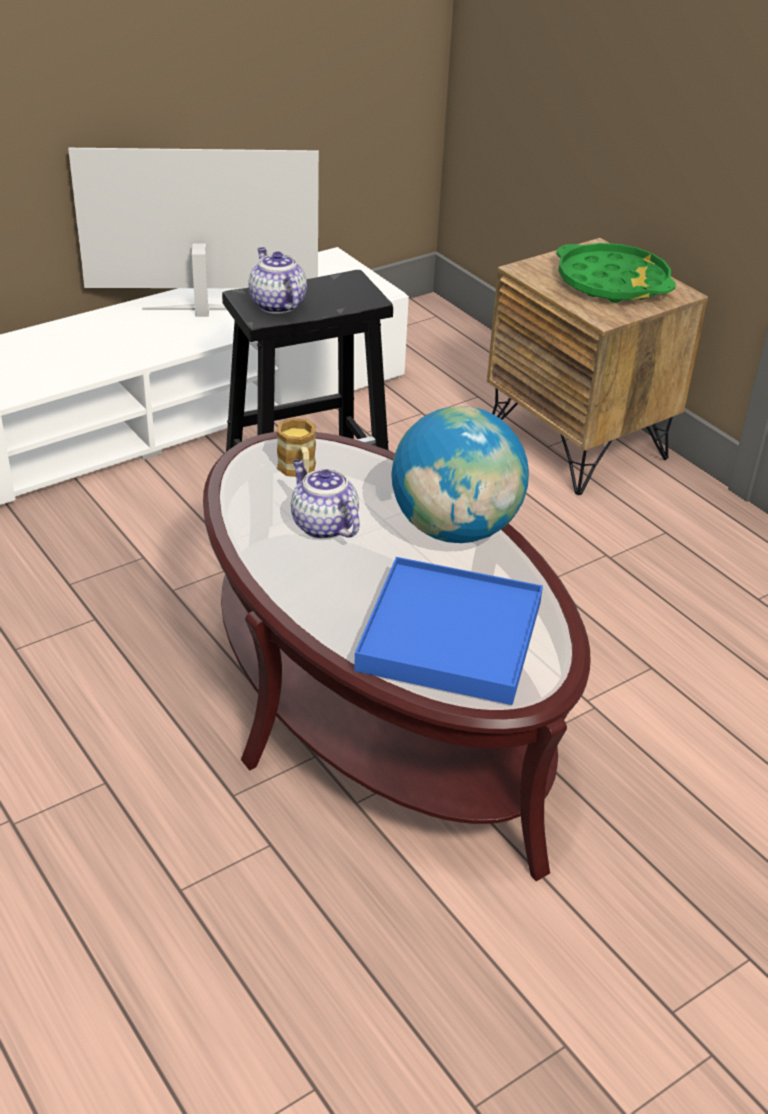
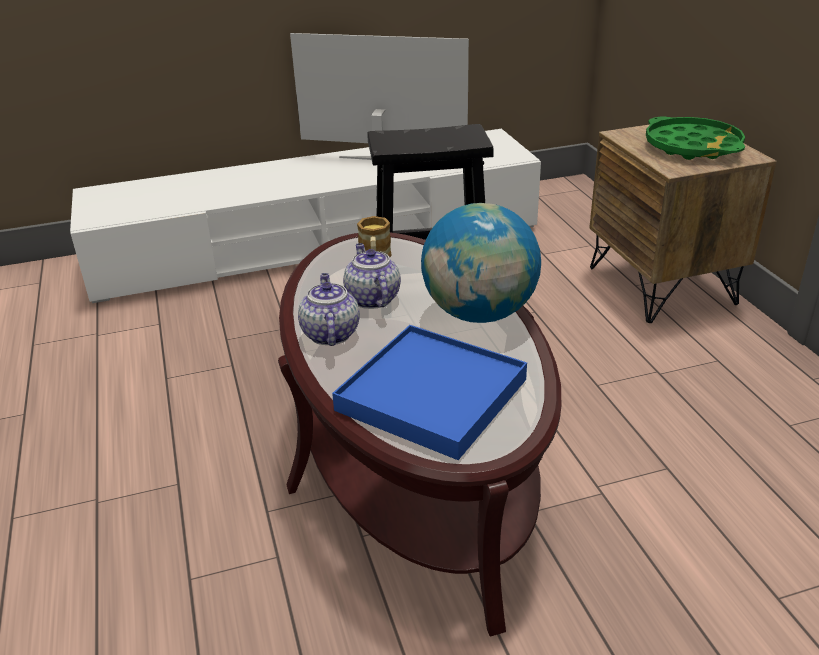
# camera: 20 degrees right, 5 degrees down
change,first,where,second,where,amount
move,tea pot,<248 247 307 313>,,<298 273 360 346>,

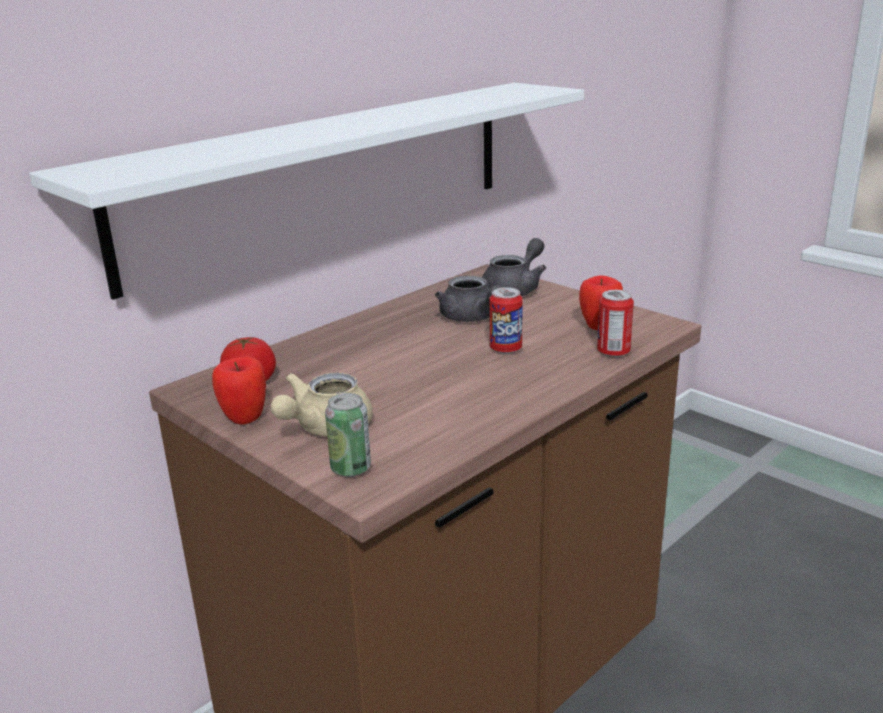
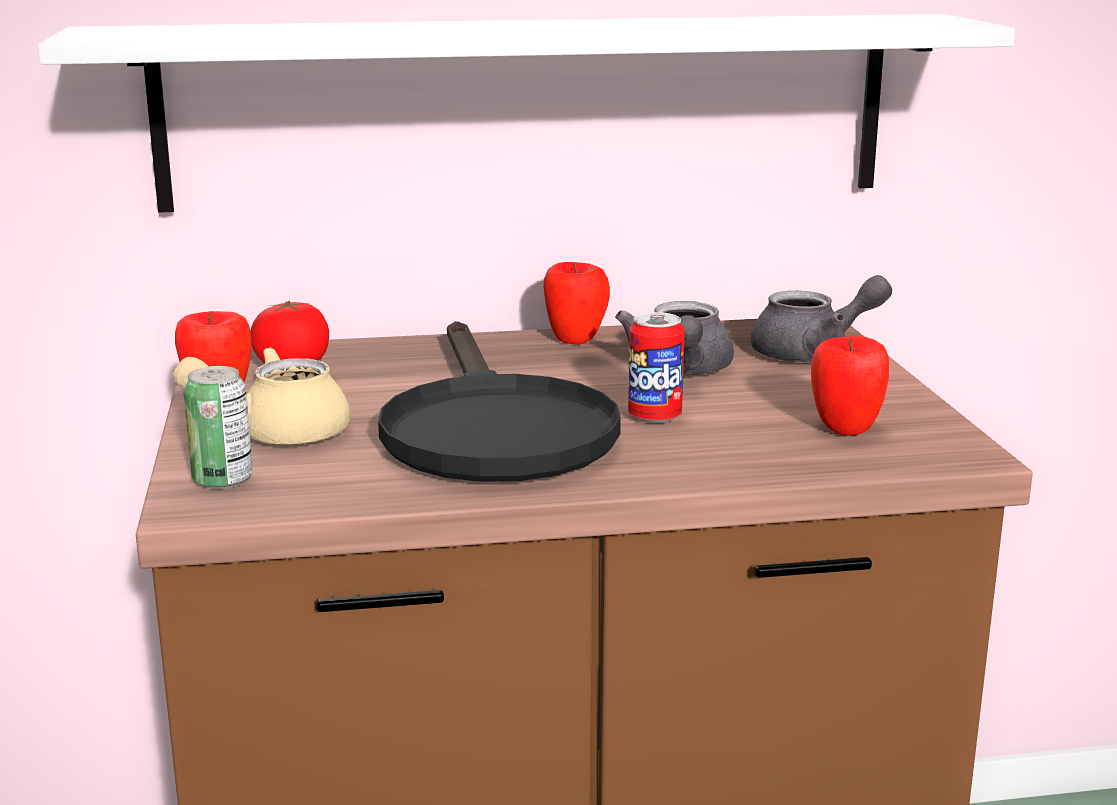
# camera: 35 degrees right, 5 degrees down
change,first,where,second,where,amount
delete,can,<597 290 634 357>,,,
insert,,,black-coloured skillet,<378 321 621 482>,
insert,,,apple,<543 262 610 344>,

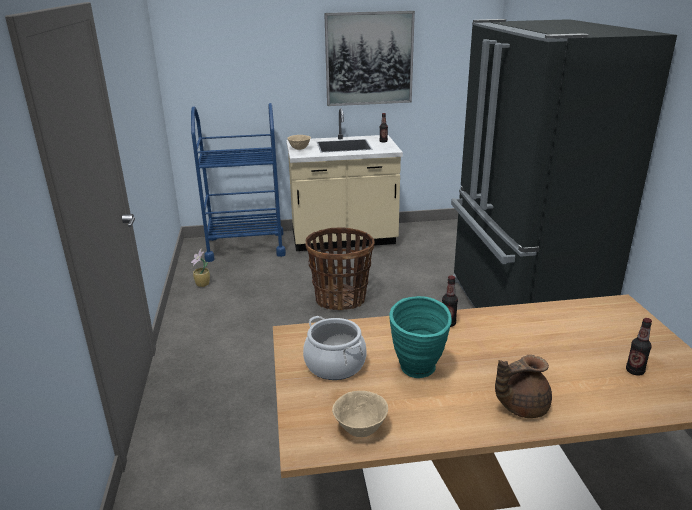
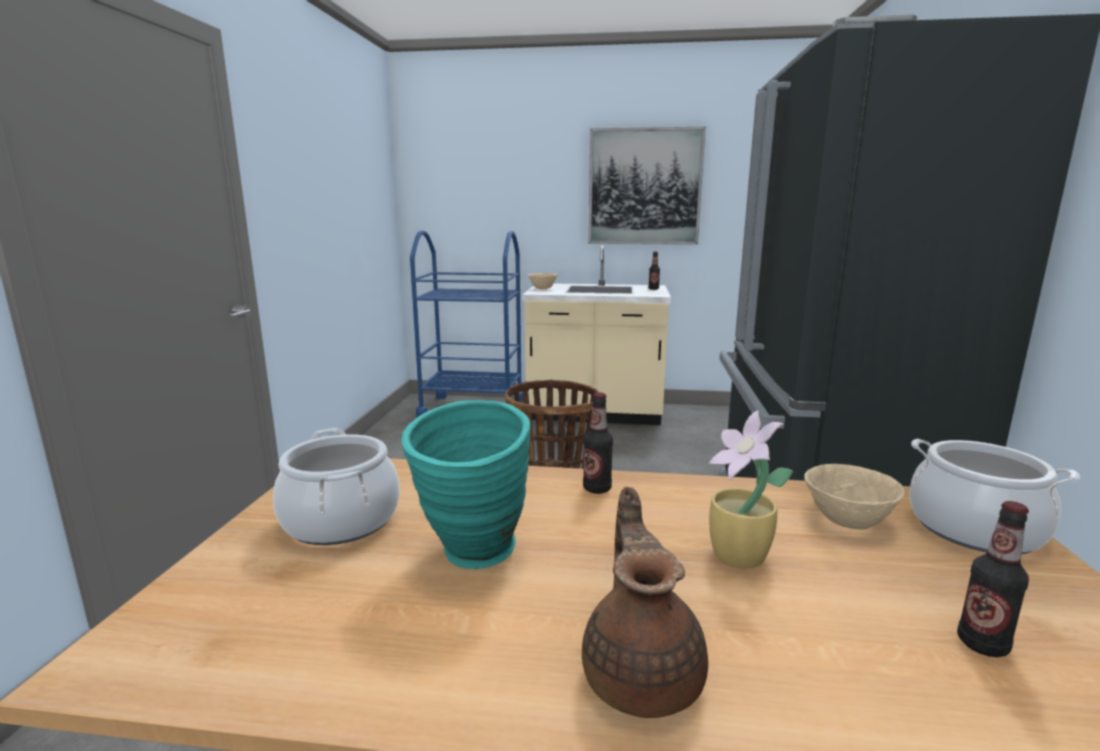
# camera: 15 degrees right, 10 degrees down
change,first,where,second,where,amount
insert,,,cooking pot,<909 439 1080 554>,
move,houseplant,<191 249 210 287>,,<709 410 793 568>,
move,beige bowl,<332 391 388 437>,,<804 464 905 530>,
rotate,brownish tea pot,<495 355 552 418>,,<582 487 708 718>,90 degrees clockwise

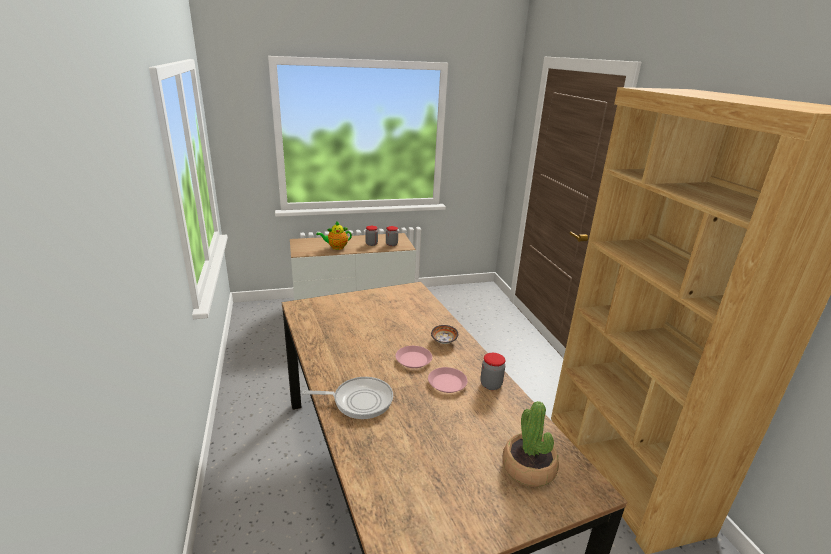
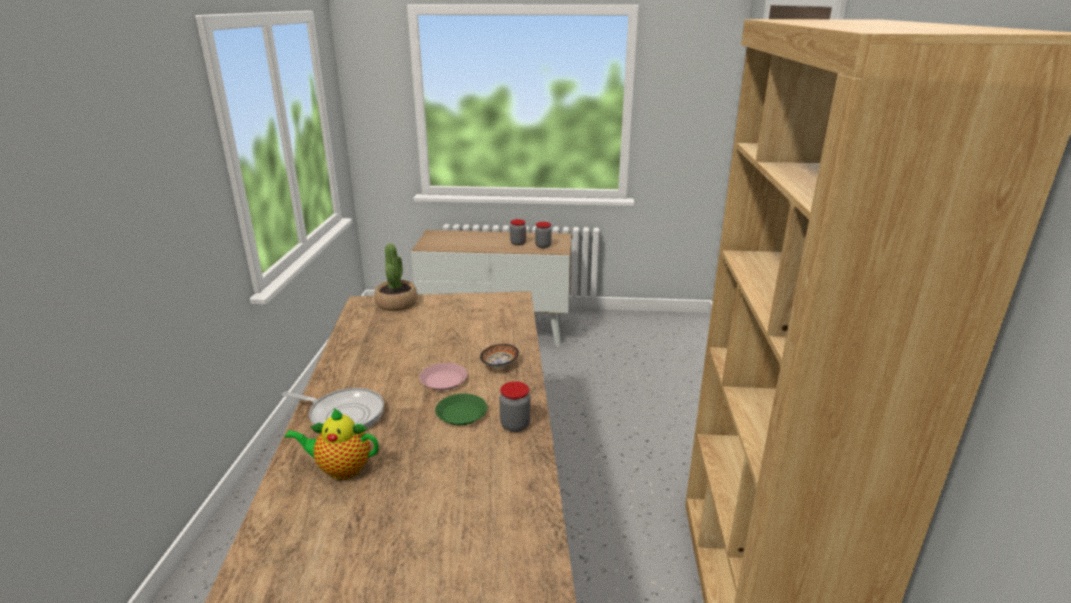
# camera: 20 degrees right, 0 degrees up
change,first,where,second,where,amount
move,tea pot,<316 221 352 250>,,<284 408 378 480>,
move,houseplant,<502 401 559 487>,,<374 243 418 311>,
recolor,pink flat dish,<428 367 467 393>,green-coloured flat dish,<435 394 487 425>,

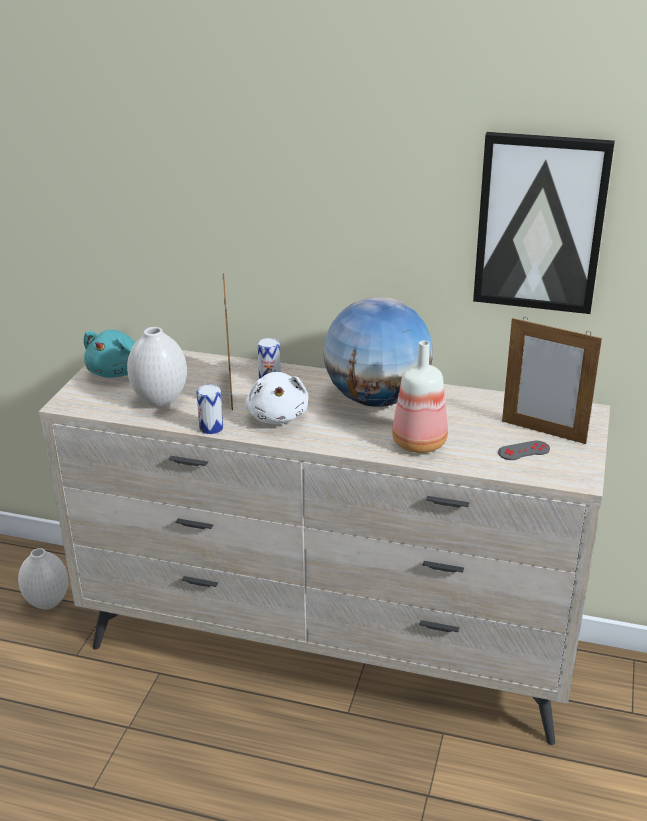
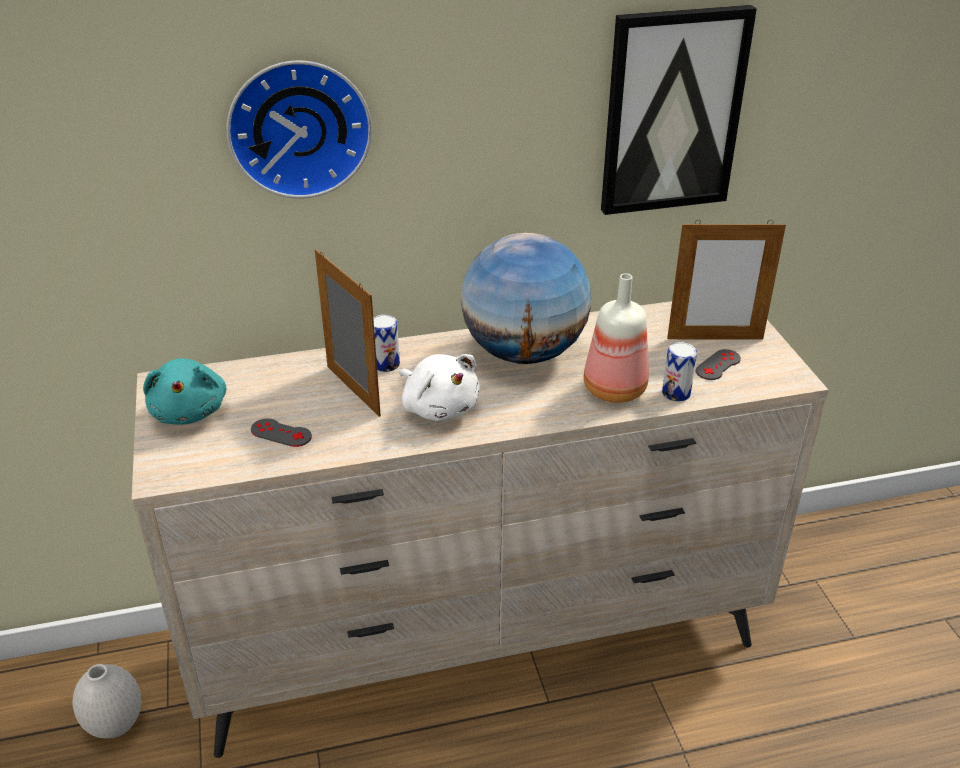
# camera: 30 degrees left, 5 degrees up
change,first,where,second,where,amount
insert,,,clock on the wall,<226 60 372 199>,
move,can,<196 384 223 434>,,<662 342 697 402>,
replace,white-coloured flower vase,<127 327 187 407>,greyish gamepad,<251 418 312 447>,

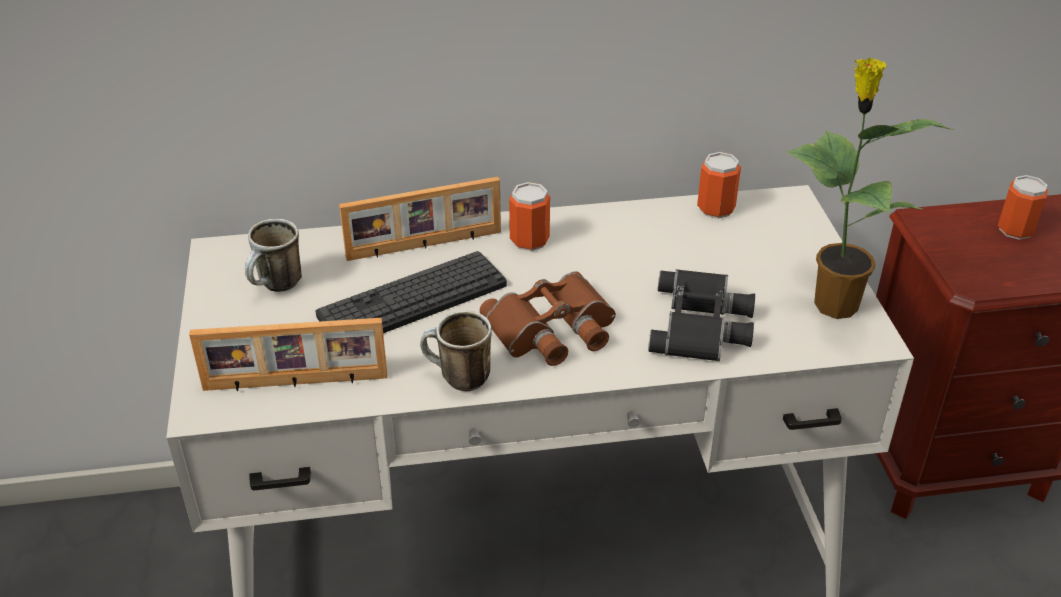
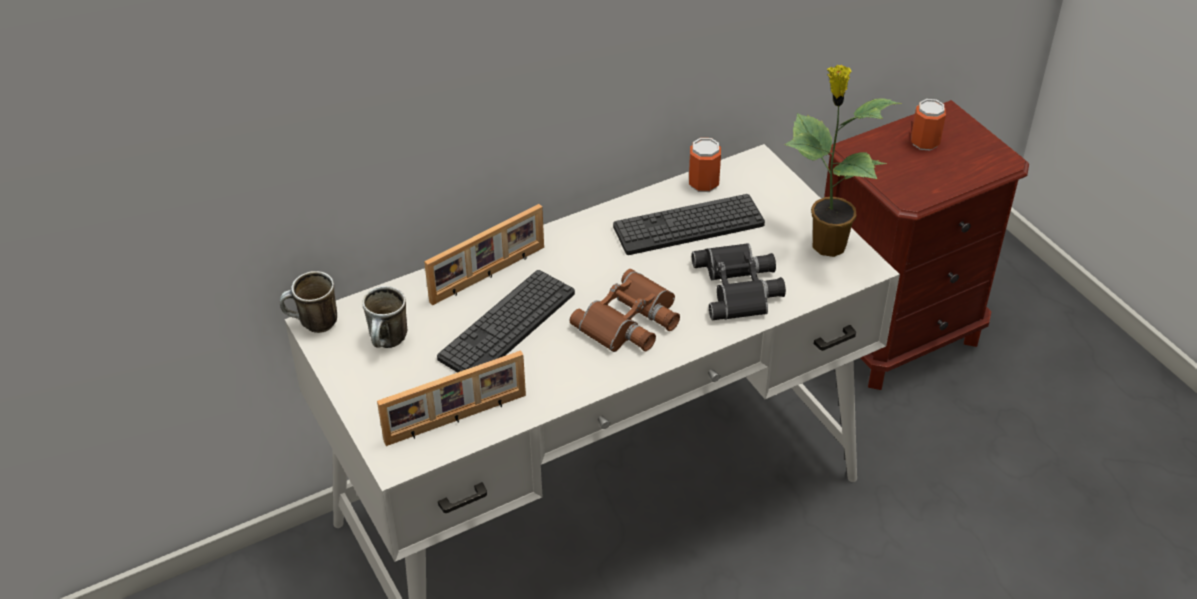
# camera: 20 degrees left, 5 degrees up
change,first,where,second,where,amount
delete,can,<509 182 550 251>,,,
insert,,,keyboard,<613 194 765 255>,
move,mug,<420 311 492 391>,,<280 271 337 333>,

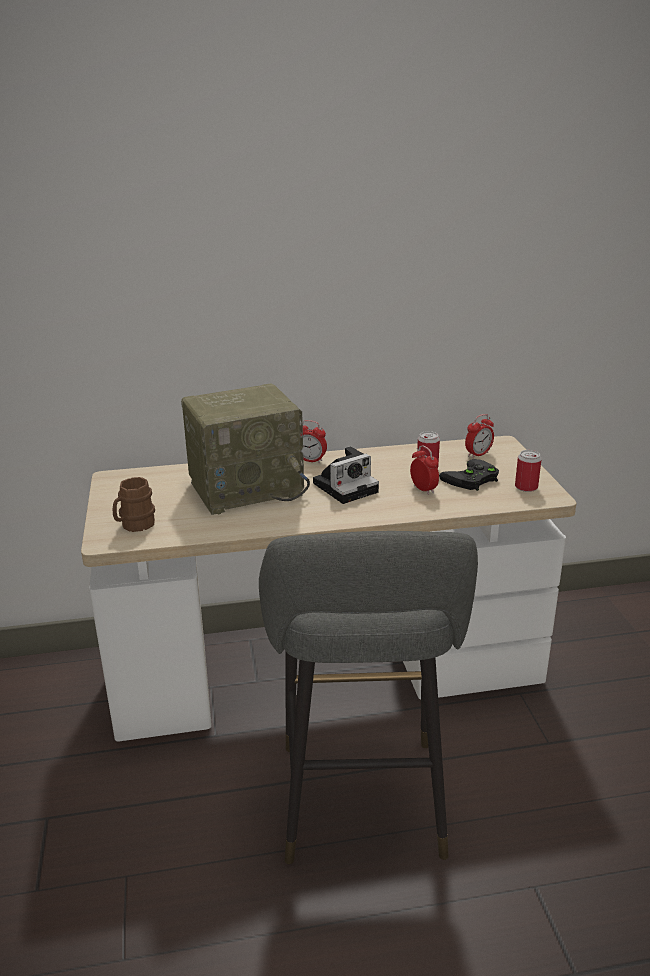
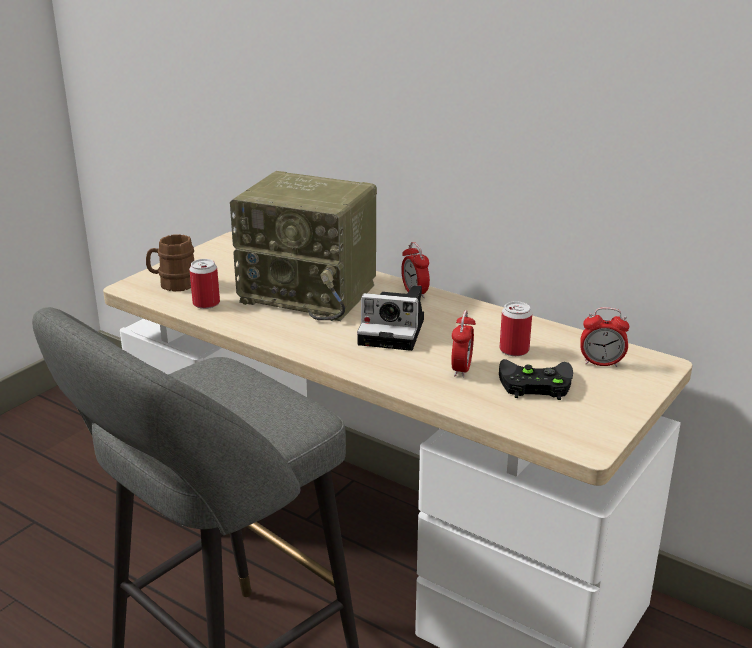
# camera: 45 degrees right, 0 degrees up
change,first,where,second,where,amount
move,can,<515 450 542 492>,,<189 259 220 309>,

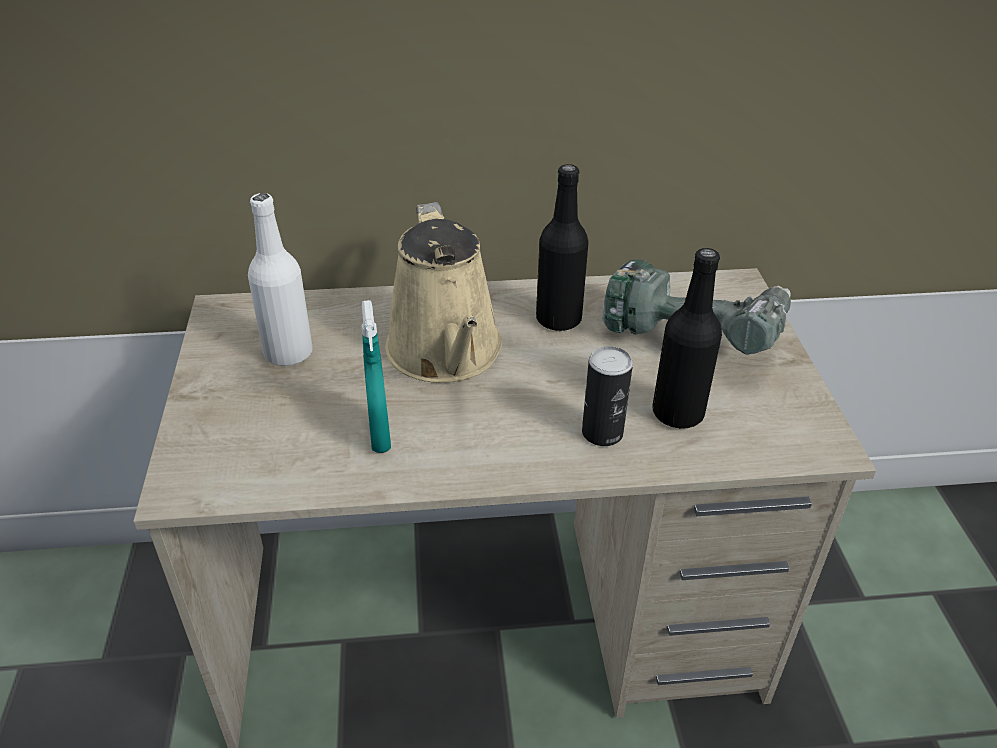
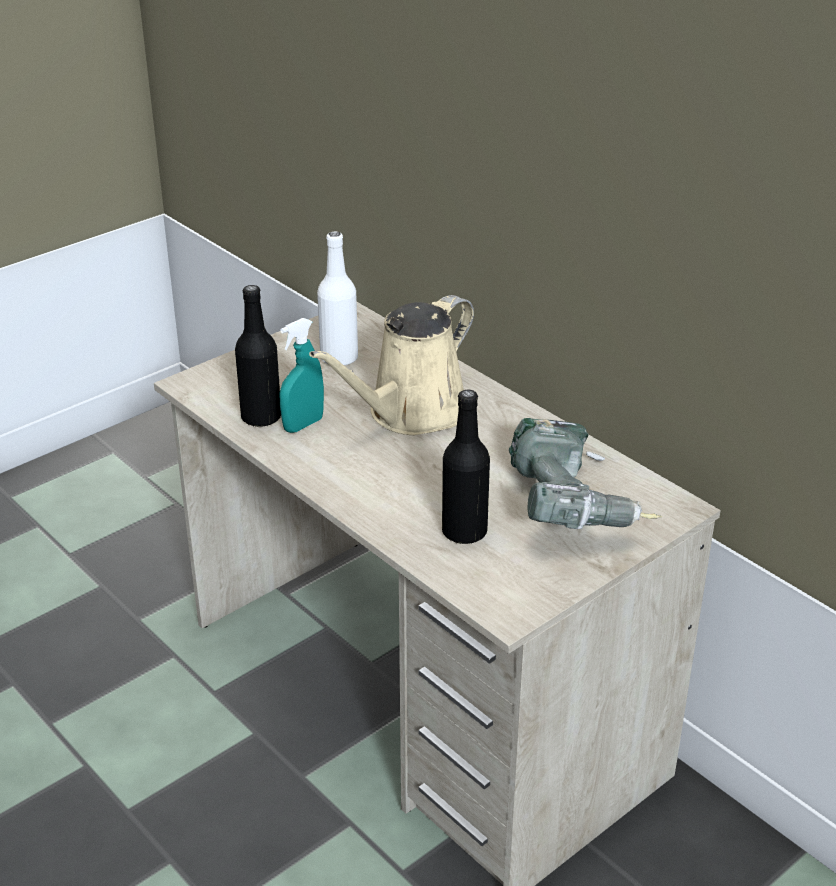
# camera: 55 degrees right, 5 degrees down
change,first,where,second,where,amount
delete,can,<582 346 633 446>,,,
move,black-coloured bottle,<536 164 588 331>,,<235 285 281 427>,

